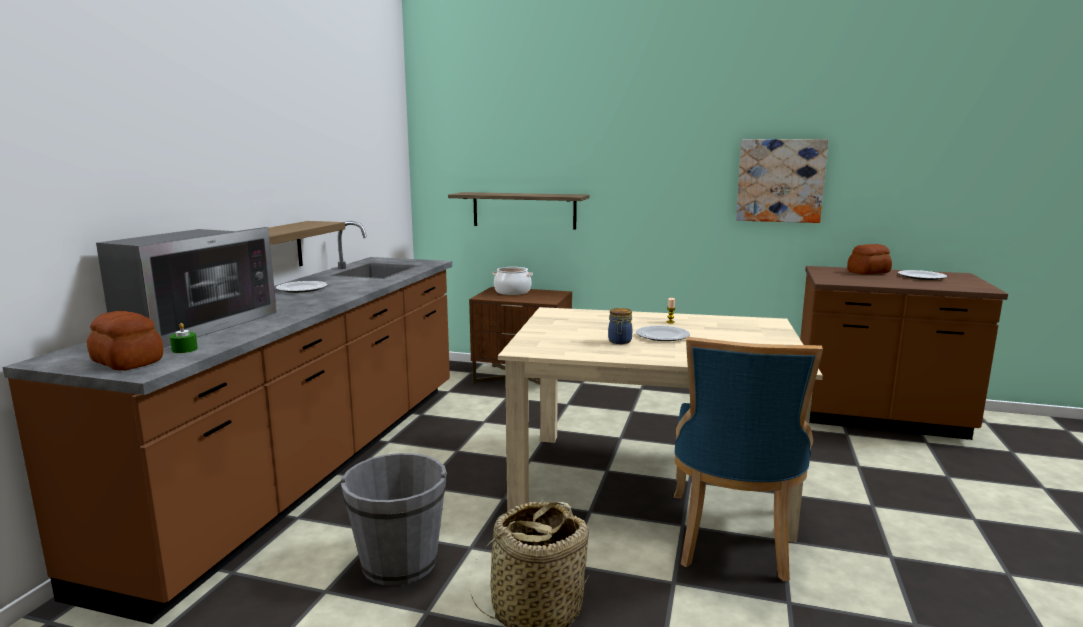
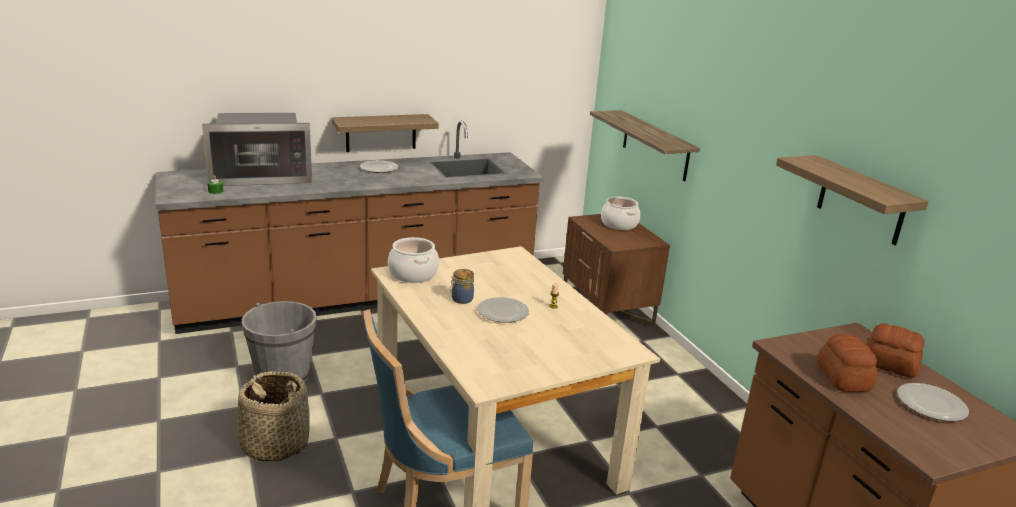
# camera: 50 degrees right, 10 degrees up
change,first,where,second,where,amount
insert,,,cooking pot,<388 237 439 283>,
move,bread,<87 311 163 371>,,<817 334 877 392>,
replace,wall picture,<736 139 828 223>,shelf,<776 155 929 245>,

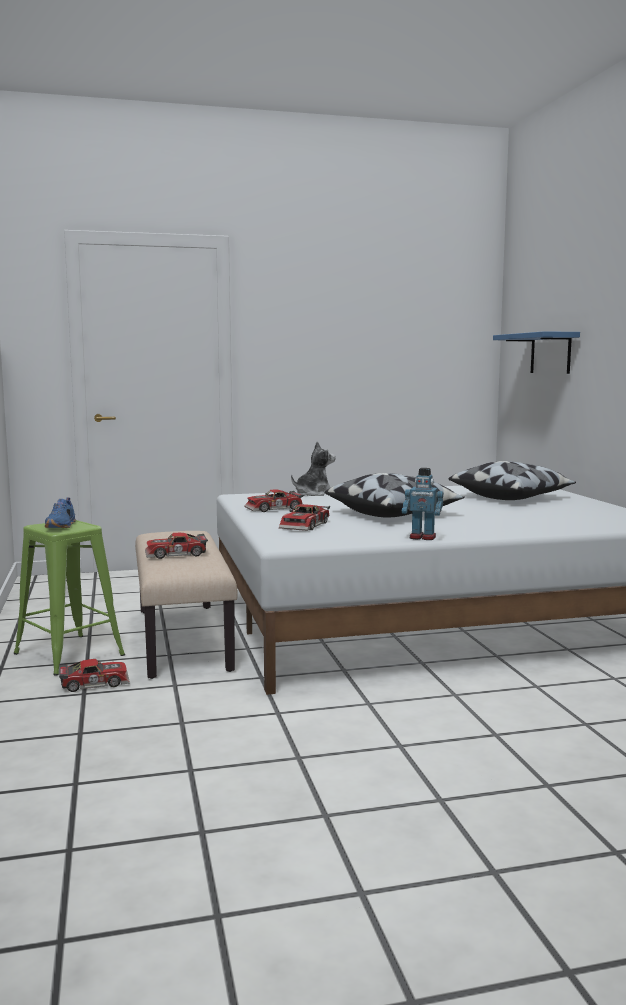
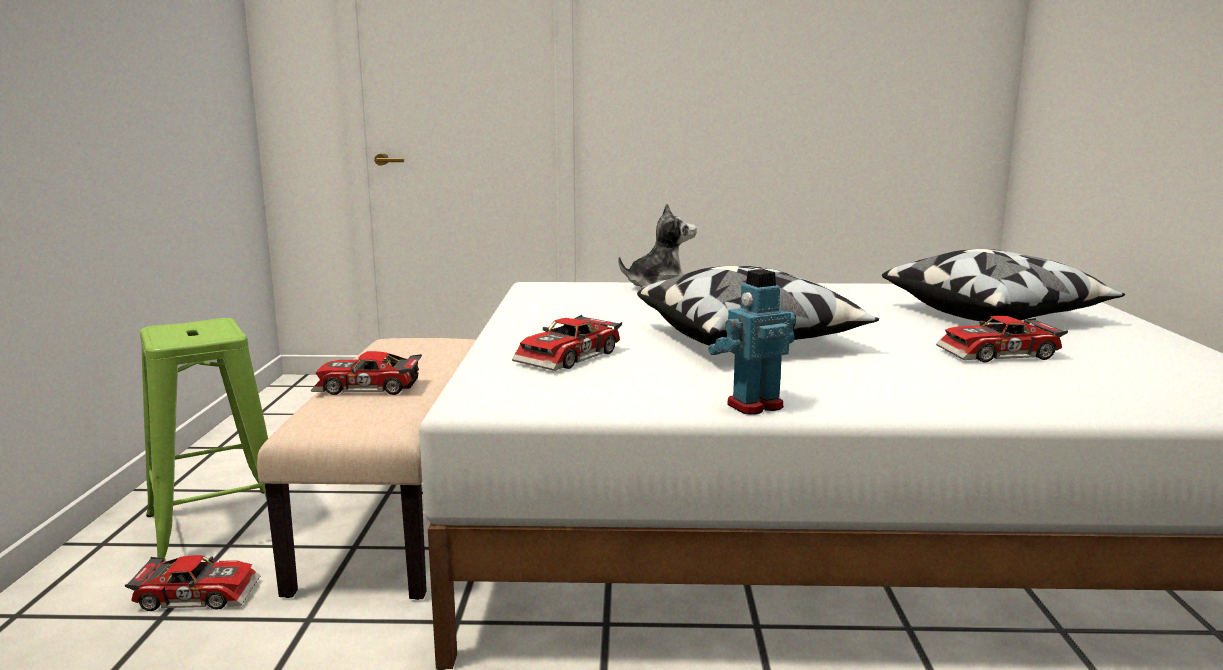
# camera: 15 degrees right, 5 degrees up
change,first,where,second,where,amount
delete,bluish shoe,<45 498 76 528>,,,
delete,bluish shelf,<493 331 580 374>,,,
move,toy car,<244 490 304 512>,,<936 316 1068 362>,
rotate,toy robot,<402 468 443 540>,,<709 269 795 415>,120 degrees clockwise

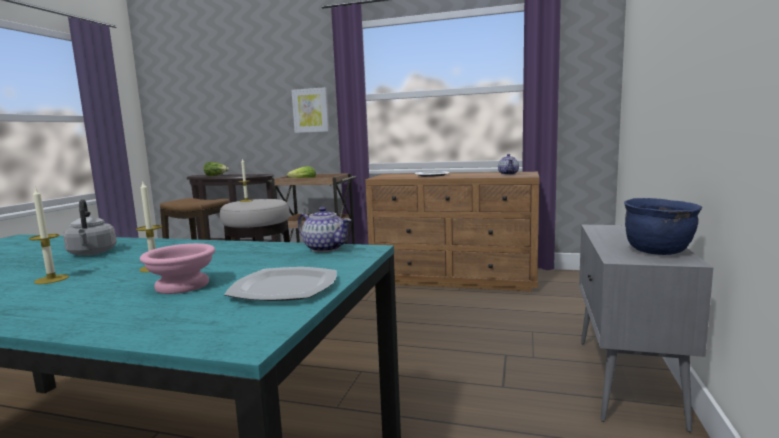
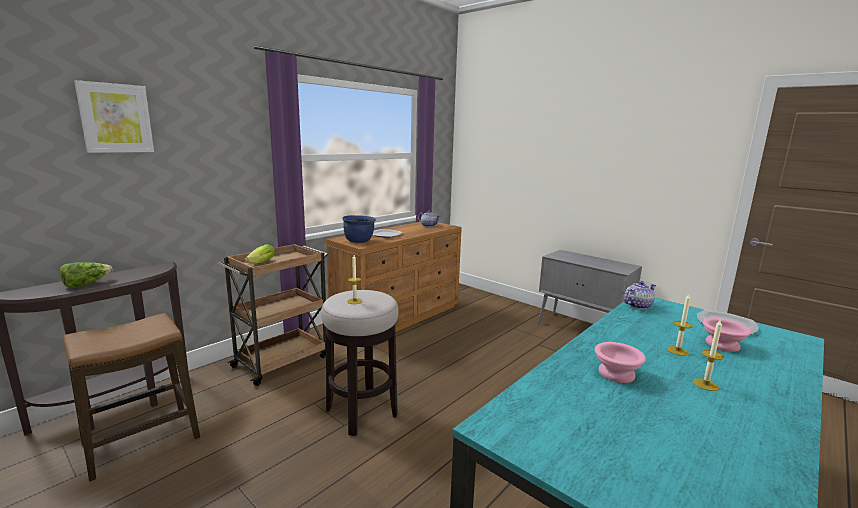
# camera: 65 degrees left, 5 degrees up
change,first,where,second,where,amount
move,wall picture,<291 87 329 133>,,<74 80 154 153>,
move,bluish cooking pot,<624 198 702 255>,,<342 215 376 243>,
replace,greyish kettle,<63 199 117 256>,pink bowl,<595 342 646 383>,

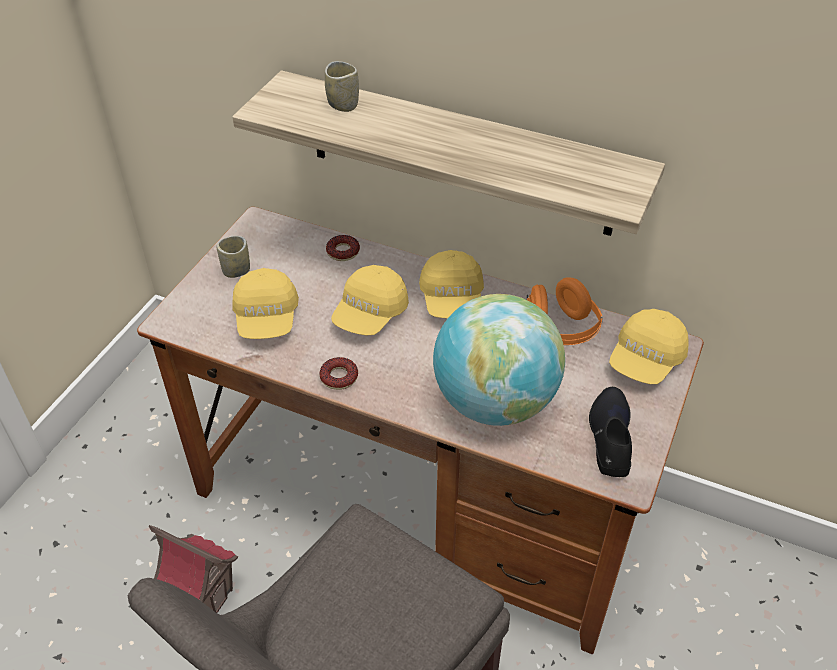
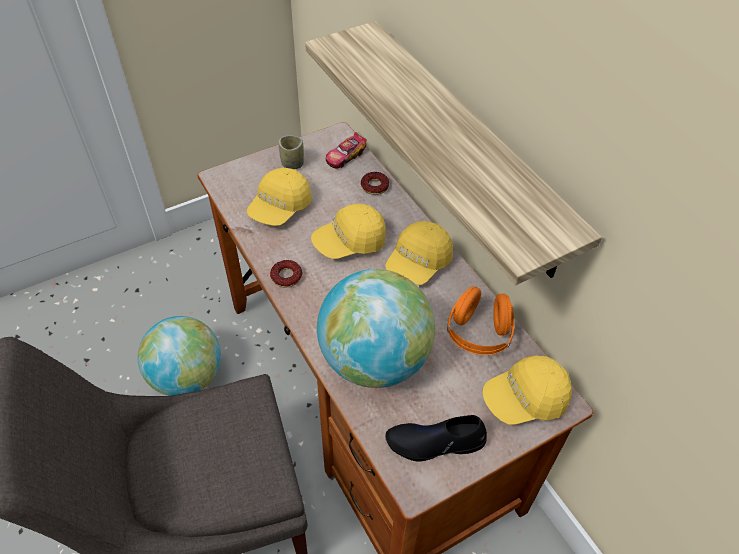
# camera: 35 degrees right, 5 degrees up
change,first,where,second,where,amount
delete,drinking cup,<325 61 359 112>,,,
insert,,,toy car,<326 132 366 169>,
replace,model house,<149 525 238 613>,desk globe,<138 316 221 396>,
rotate,black-coloured shoe,<589 387 632 477>,,<385 415 487 461>,135 degrees counterclockwise

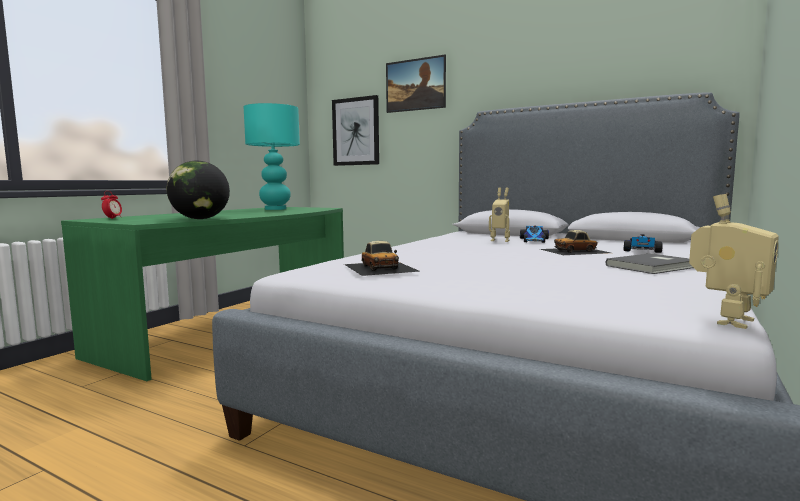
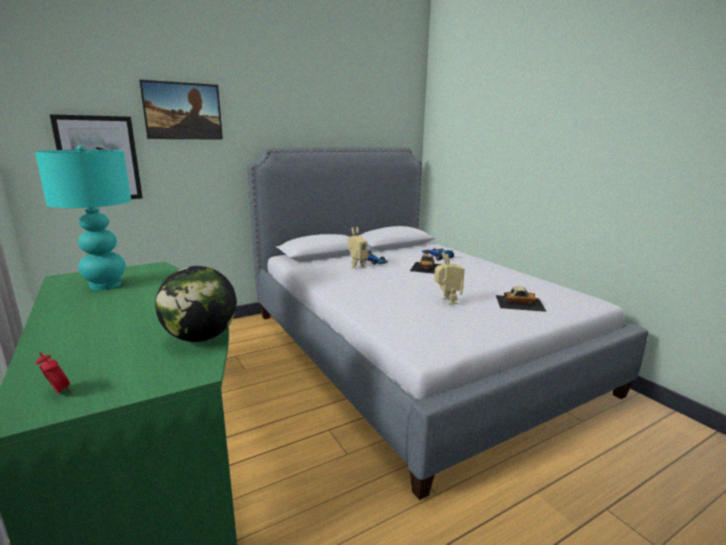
# camera: 60 degrees left, 10 degrees up
change,first,where,second,where,amount
delete,greyish volume,<606 253 693 274>,,,
move,toy car,<344 241 420 276>,,<496 286 547 312>,
move,toy robot,<689 194 779 329>,,<434 252 465 305>,

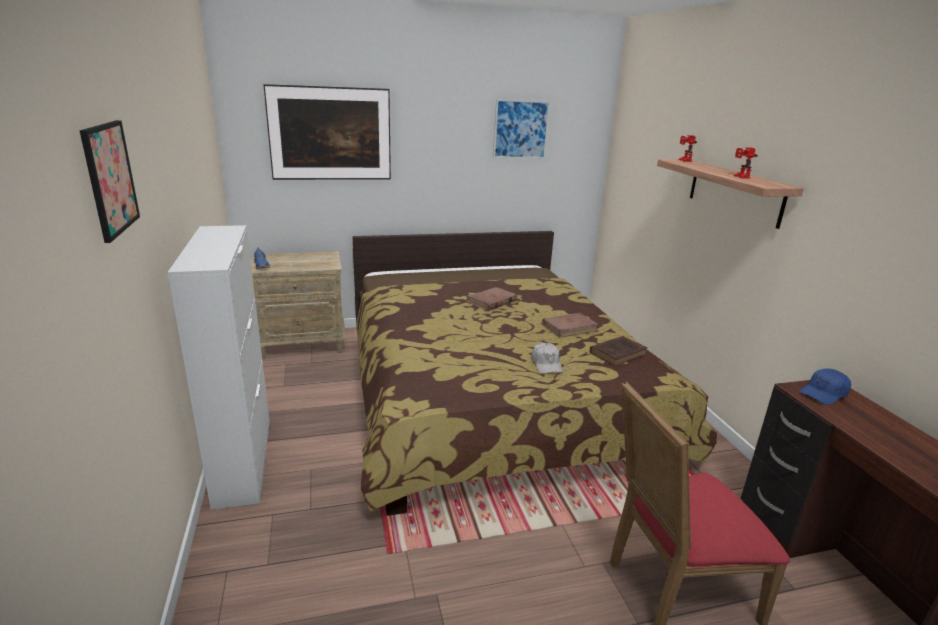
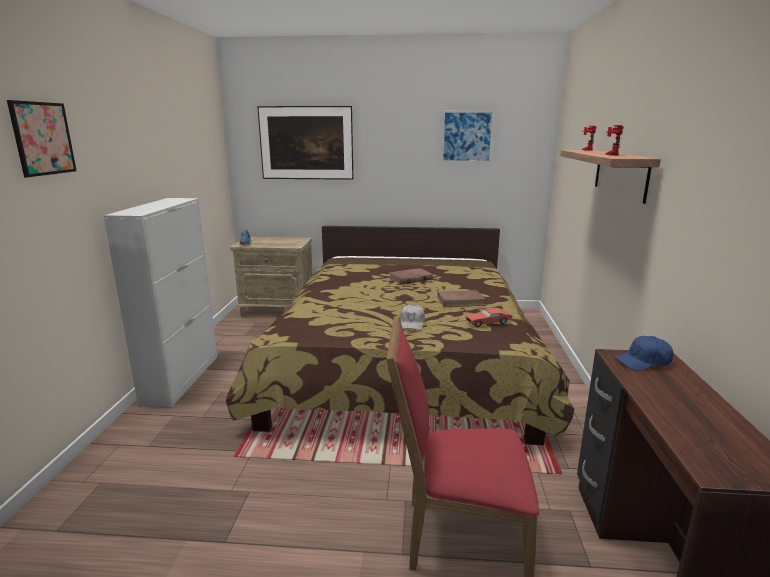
# camera: 20 degrees right, 5 degrees down
change,first,where,second,where,amount
replace,brownish volume,<590 336 647 366>,red toy car,<466 308 513 327>,

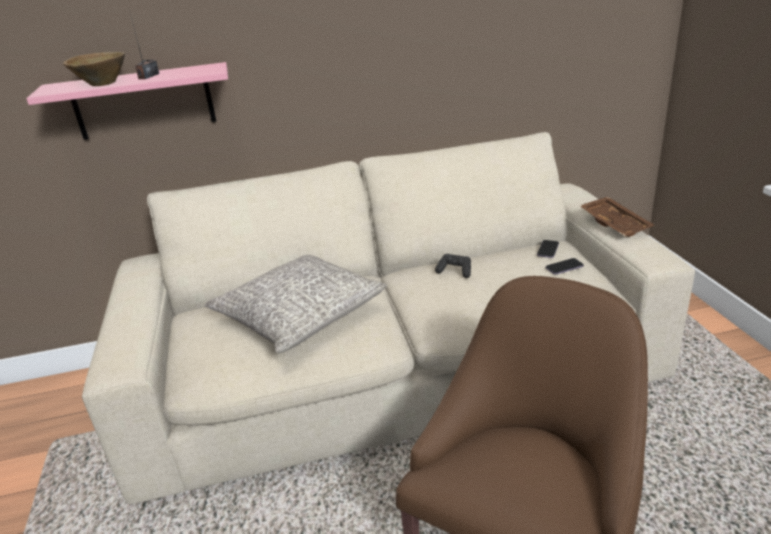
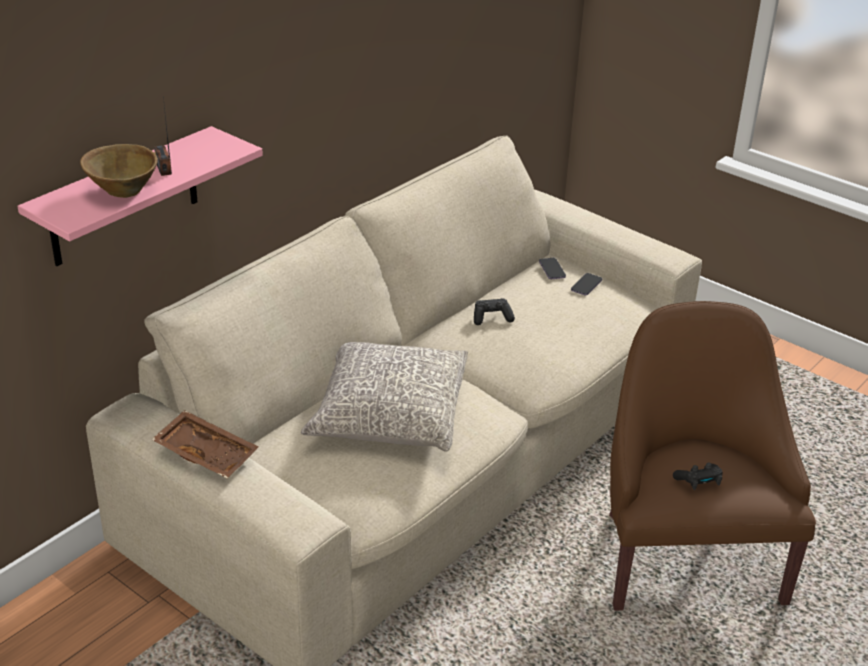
# camera: 40 degrees left, 5 degrees up
change,first,where,second,where,amount
insert,,,black-coloured gamepad,<673 463 723 490>,
move,brownish carrying tray,<580 197 654 237>,,<151 410 259 479>,

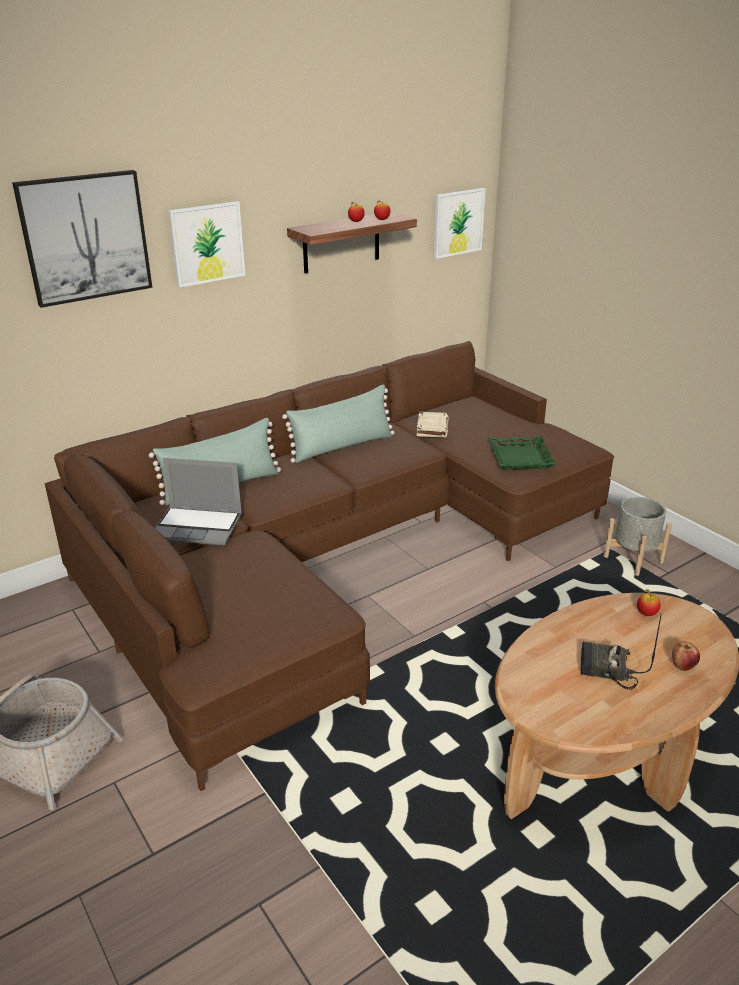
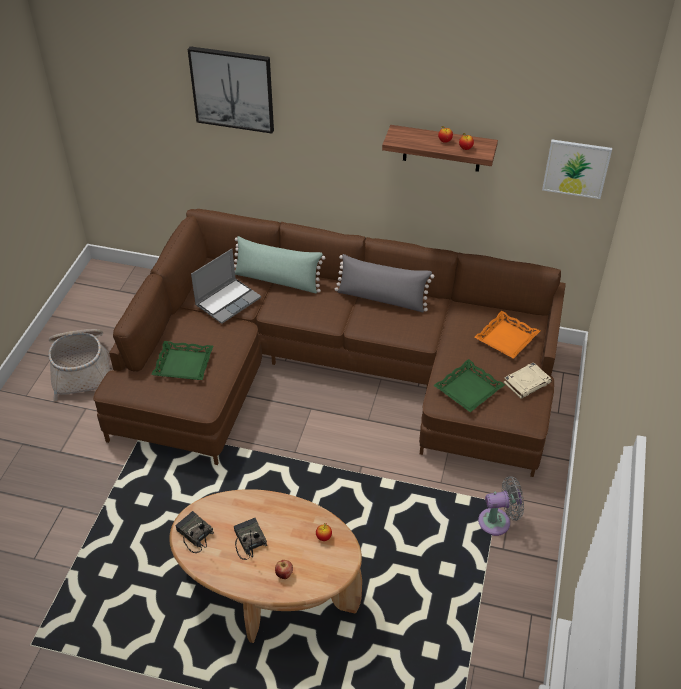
# camera: 50 degrees right, 15 degrees up
change,first,where,second,where,amount
delete,wall picture,<168 201 245 287>,,,
insert,,,green-coloured carrying tray,<151 341 213 380>,
insert,,,radio receiver,<175 511 214 553>,
insert,,,orange-coloured carrying tray,<474 311 540 359>,
move,beige volume,<417 412 449 438>,,<504 362 552 399>,
replace,greyish plant pot,<604 497 672 576>,greyish fan,<478 476 524 536>,
recolor,green-coloured cushion,<282 385 395 463>,greyish cushion,<335 254 434 312>,
rotate,laptop,<155 458 242 546>,,<191 249 261 324>,105 degrees counterclockwise

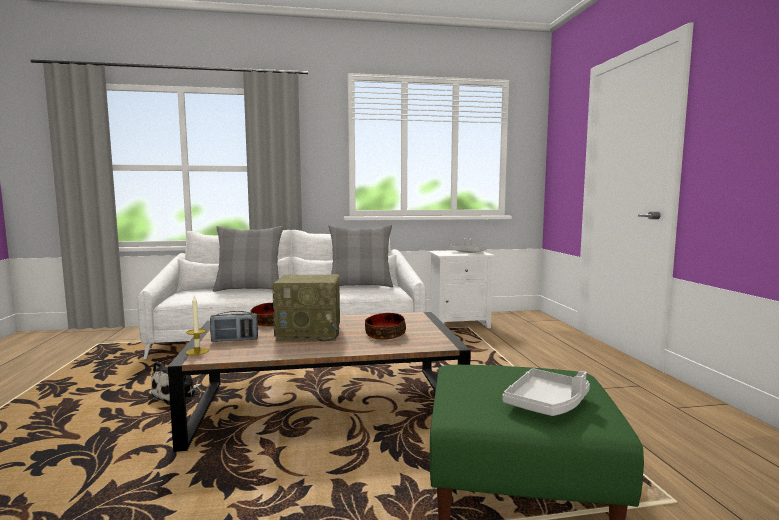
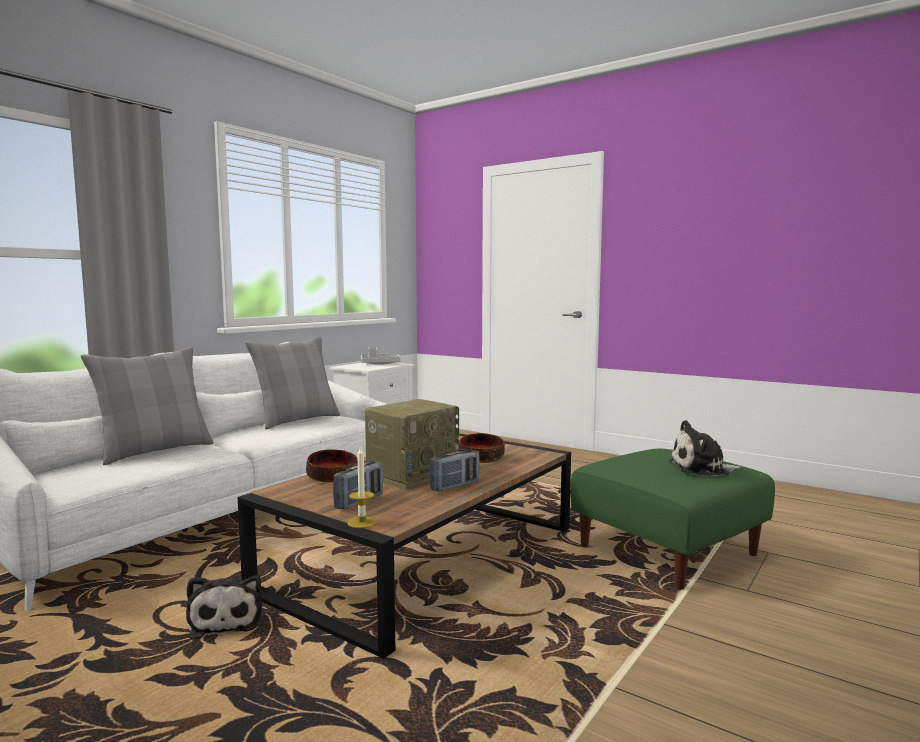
# camera: 45 degrees left, 0 degrees up
change,first,where,second,where,amount
insert,,,radio receiver,<429 449 480 491>,
replace,greyish carrying tray,<503 368 590 416>,soft toy,<669 420 741 476>,

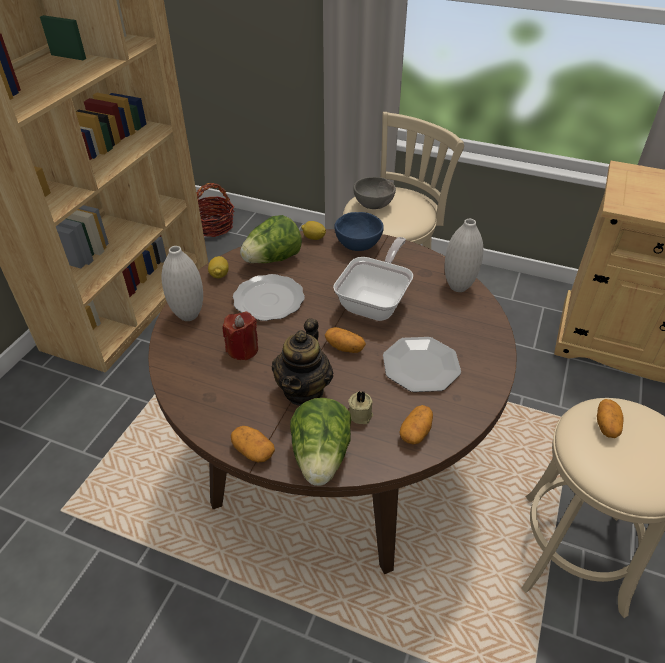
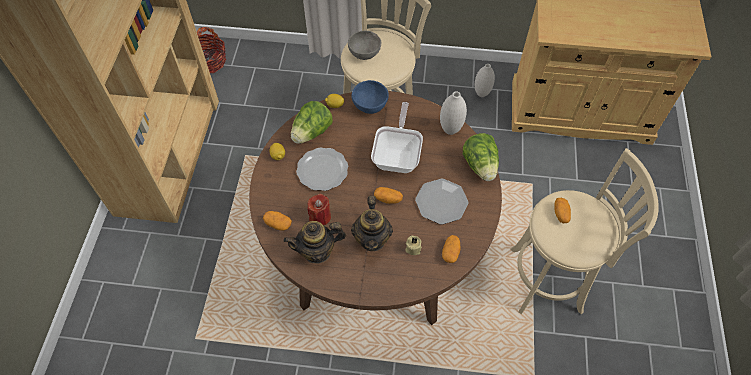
# camera: 15 degrees left, 15 degrees up
change,first,where,second,where,amount
insert,,,tea pot,<284 221 346 264>,
move,white-coloured flower vase,<162 246 203 321>,,<475 64 495 97>,
move,whole potato,<231 426 275 463>,,<263 211 292 231>,
move,lettuce head,<290 398 351 486>,,<463 133 499 181>,

